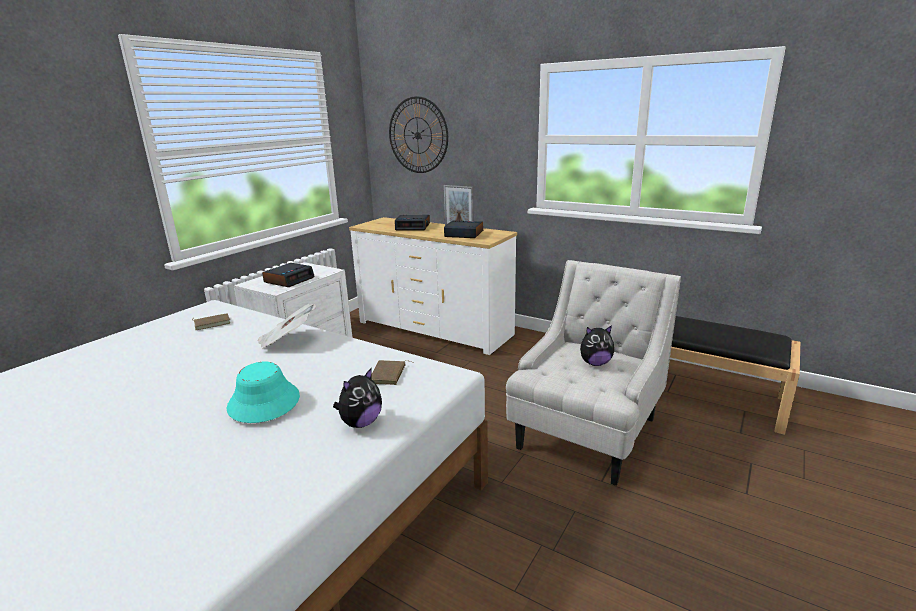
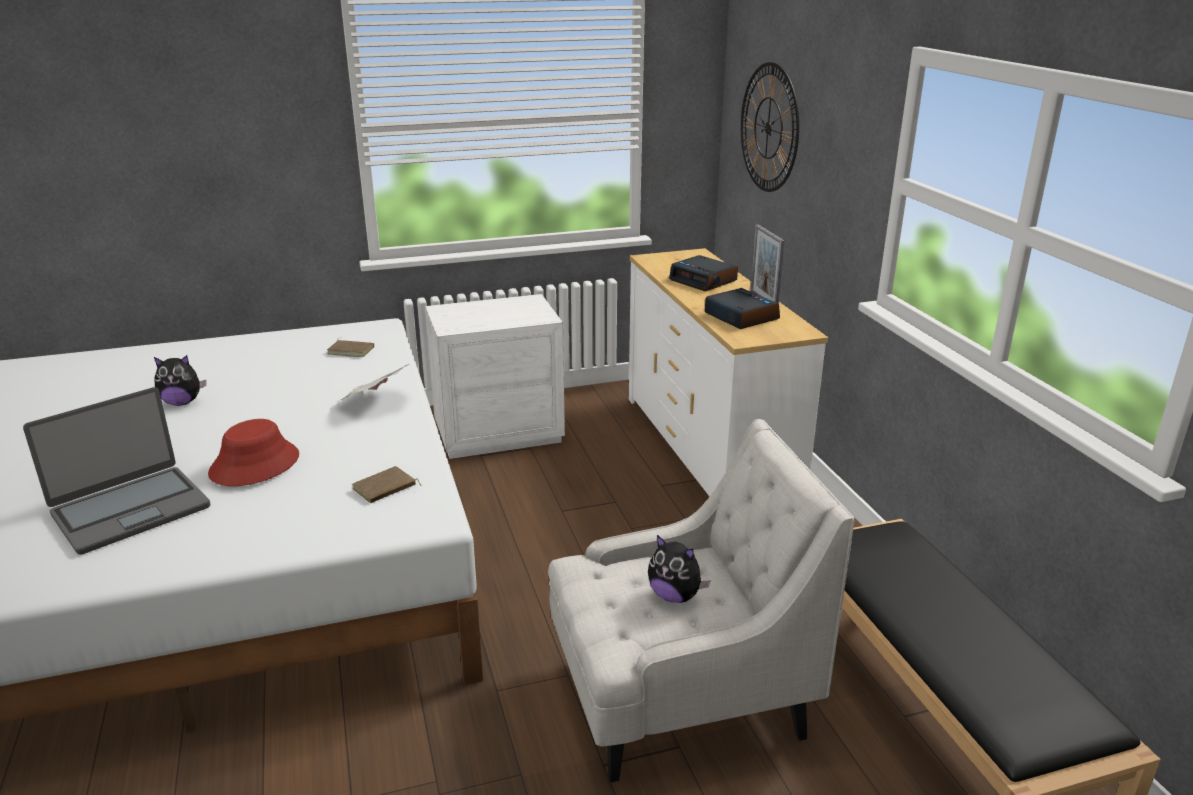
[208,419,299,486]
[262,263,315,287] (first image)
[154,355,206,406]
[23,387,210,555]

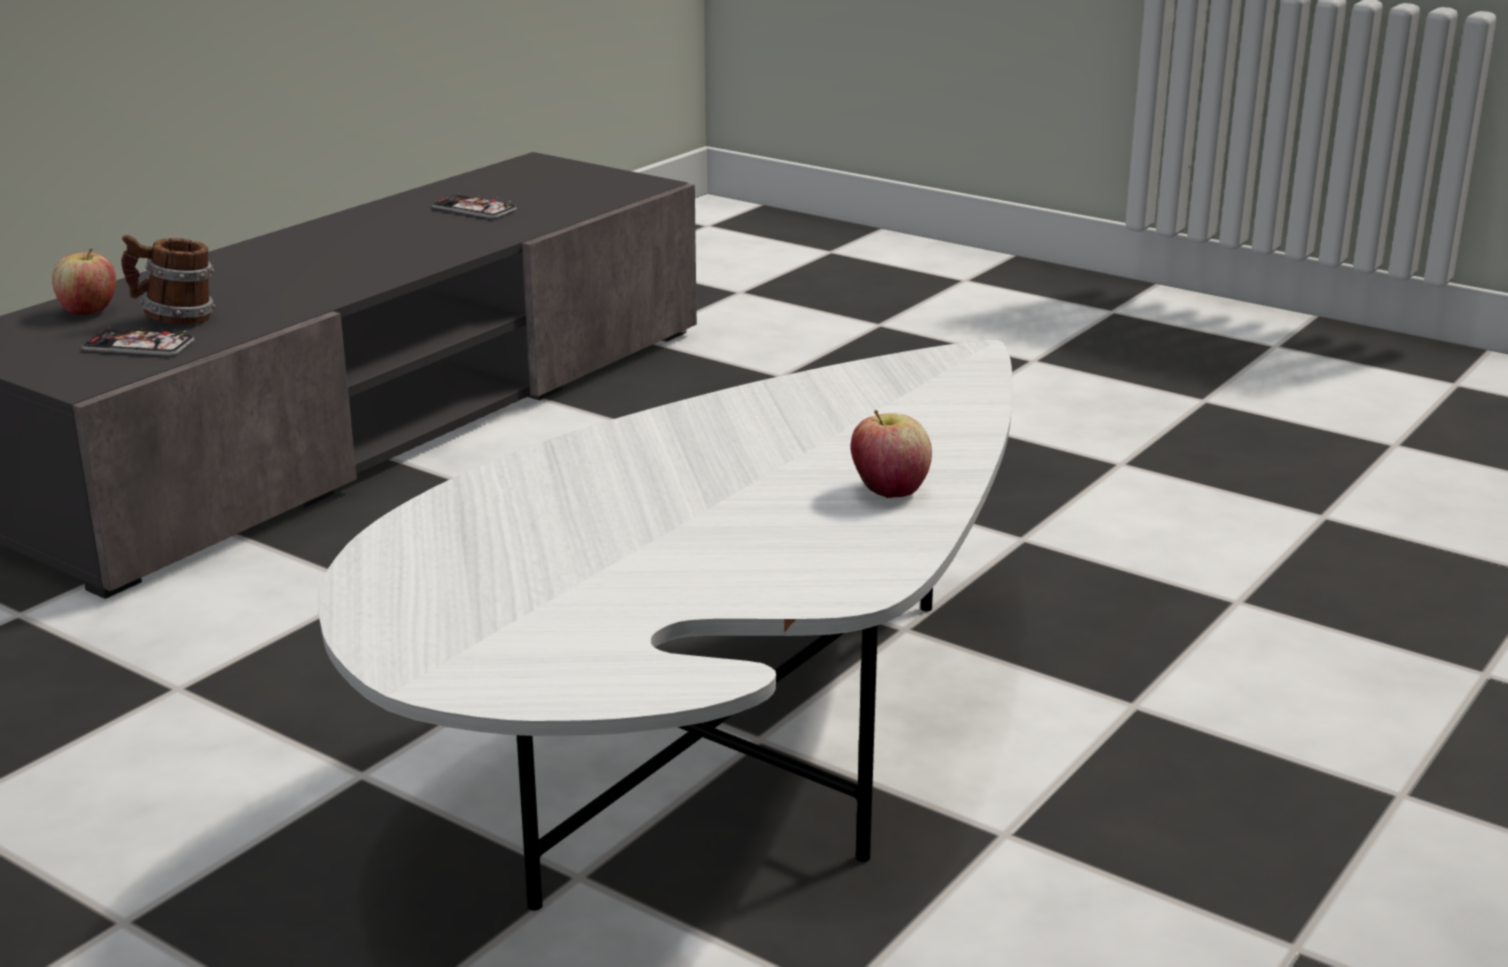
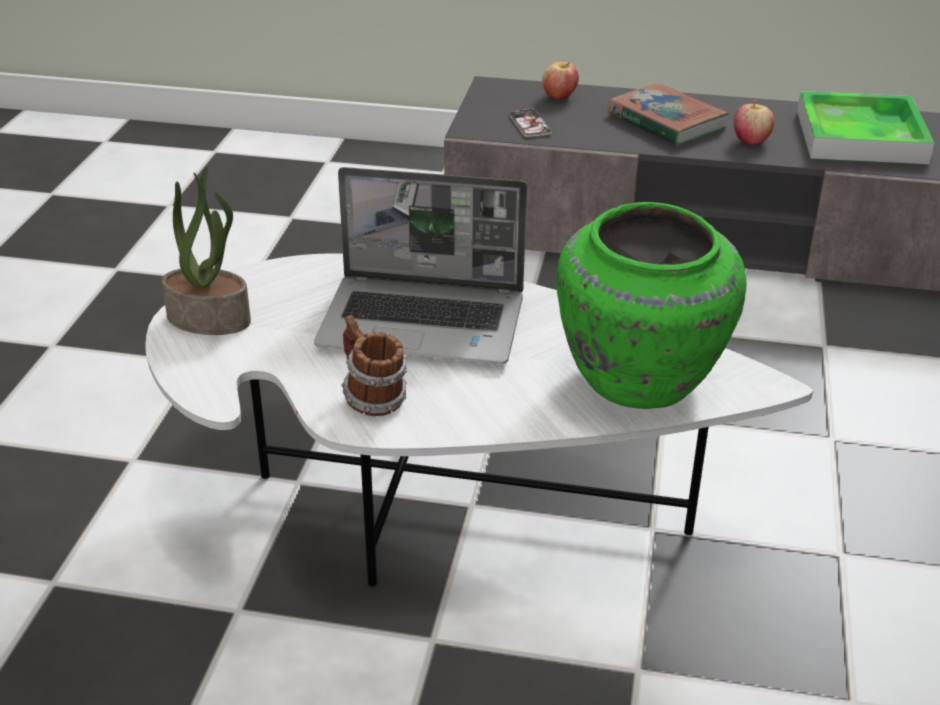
[341,315,407,416]
[797,91,934,164]
[734,100,774,145]
[161,165,251,335]
[314,167,527,364]
[556,202,747,409]
[607,83,729,146]

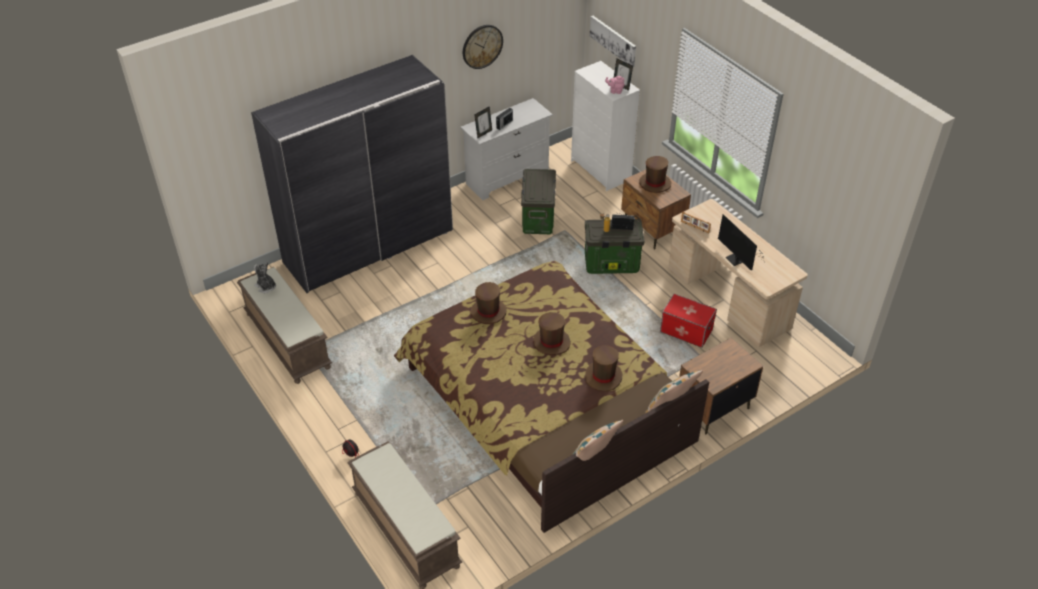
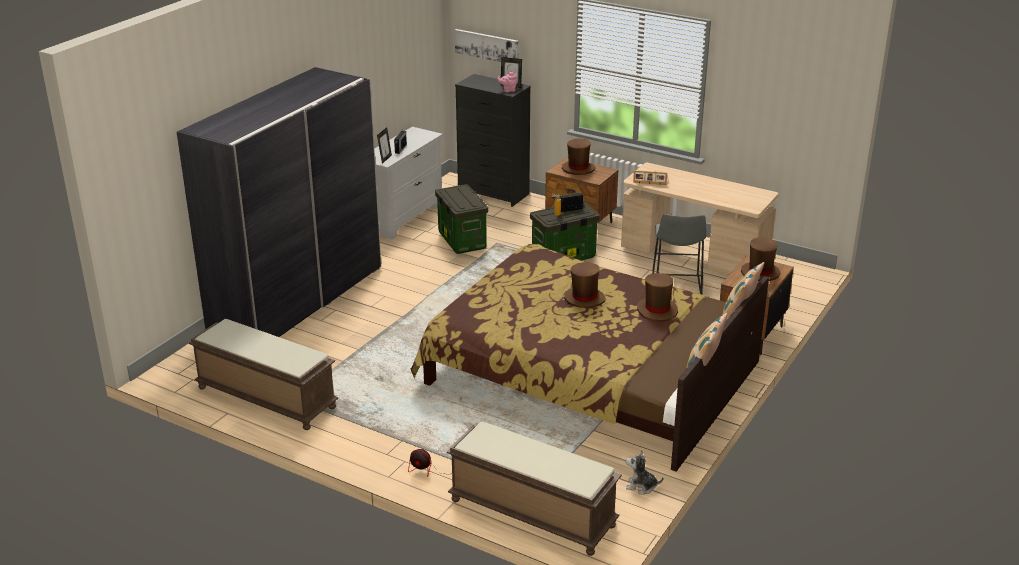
[626,451,663,494]
[463,25,503,69] (first image)
[741,237,780,281]
[455,74,531,207]
[652,214,706,294]
[718,214,767,270] (first image)

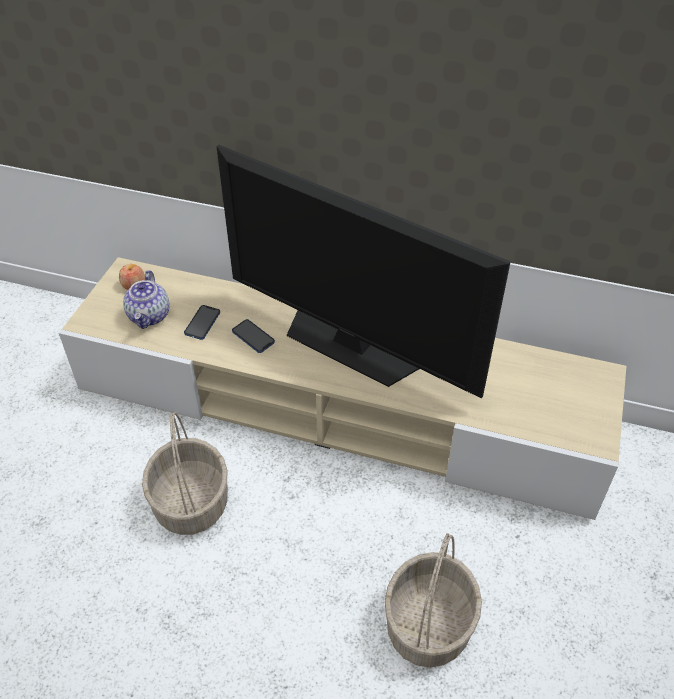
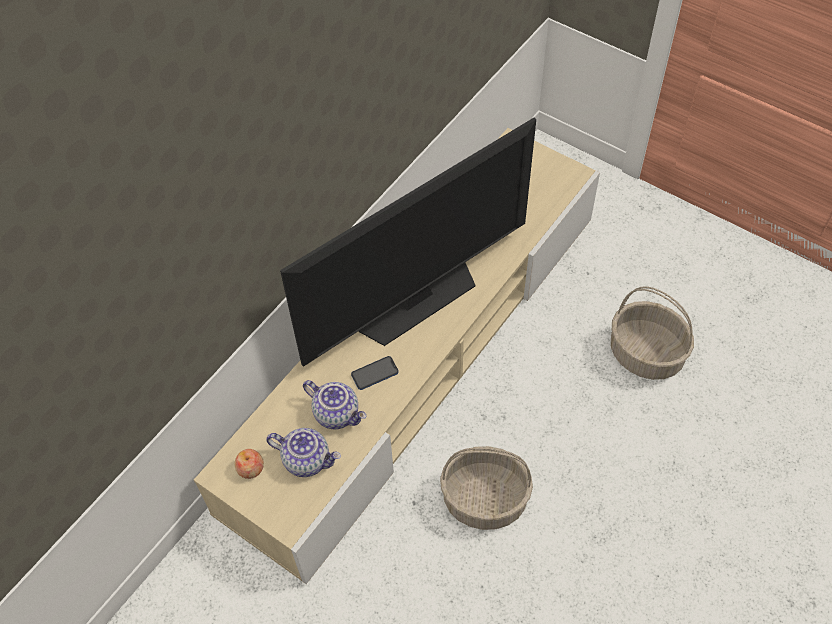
[303,380,366,429]

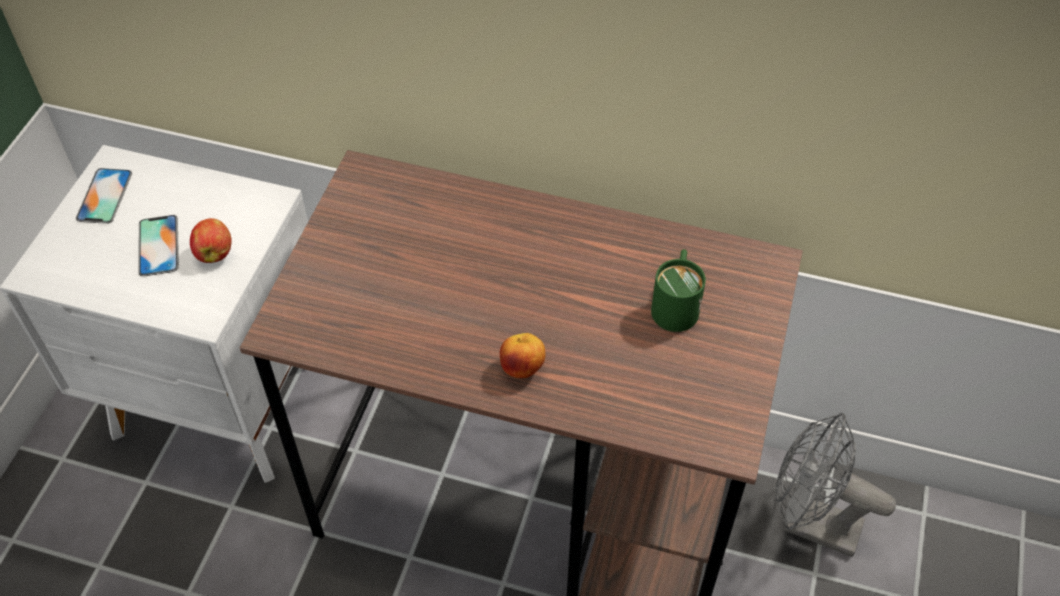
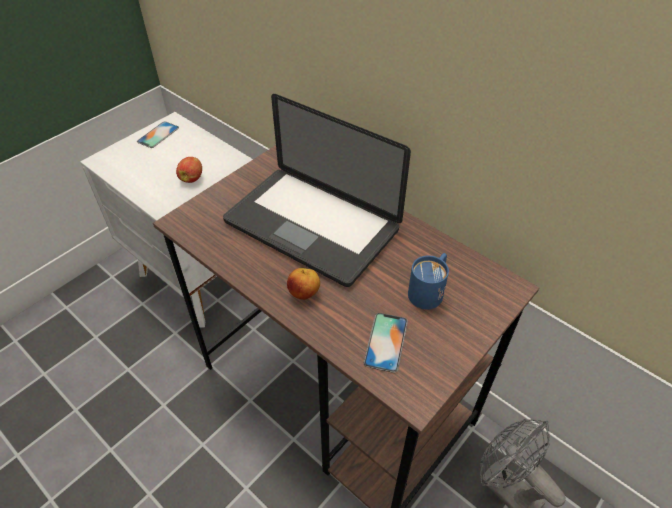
[364,313,408,373]
[408,253,449,309]
[223,94,411,287]

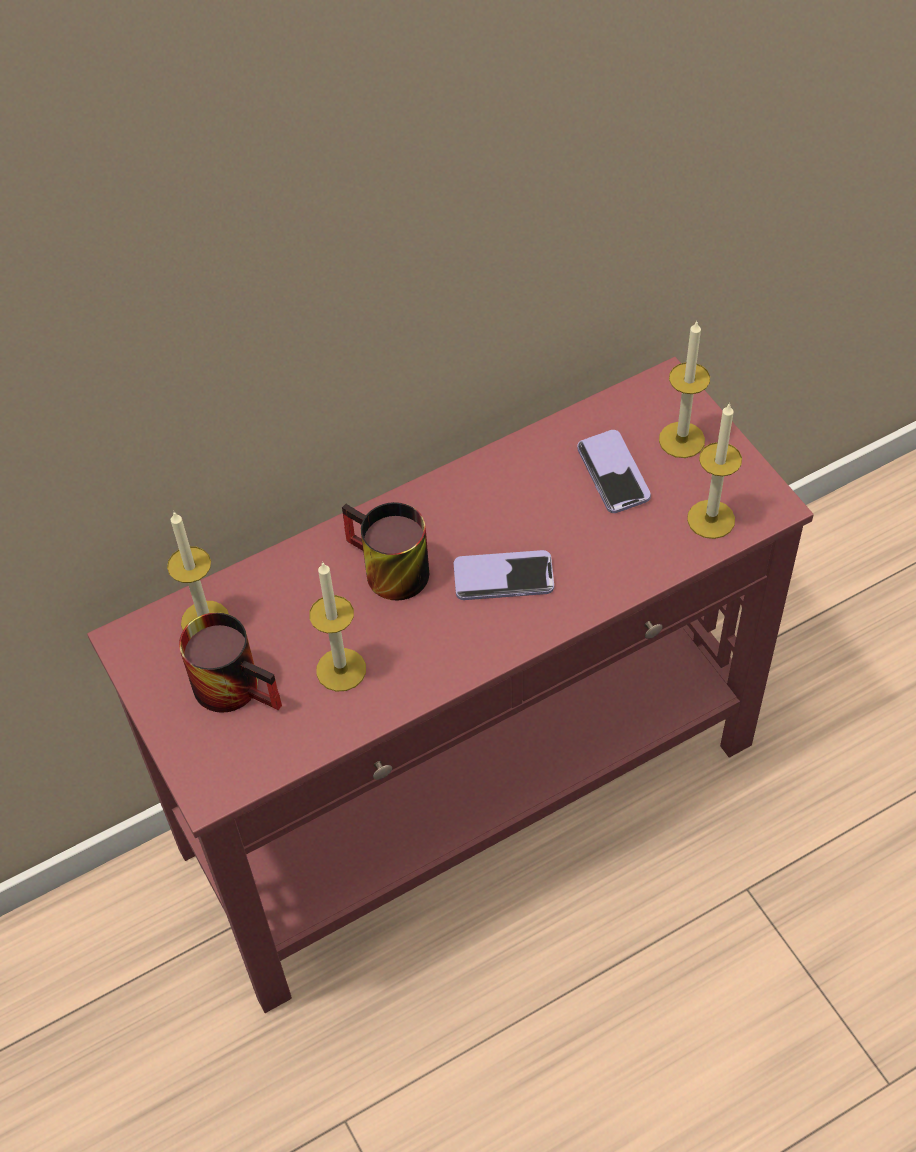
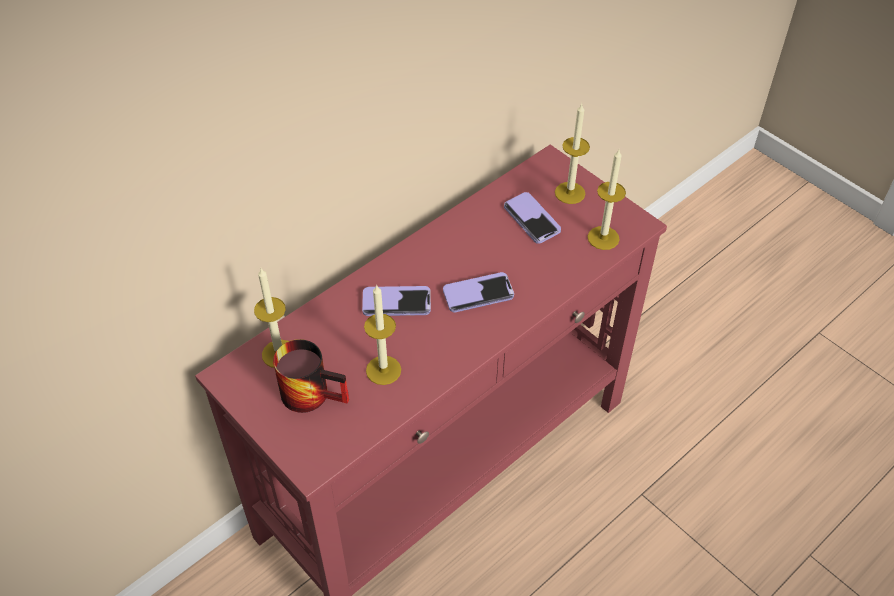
[362,286,431,316]

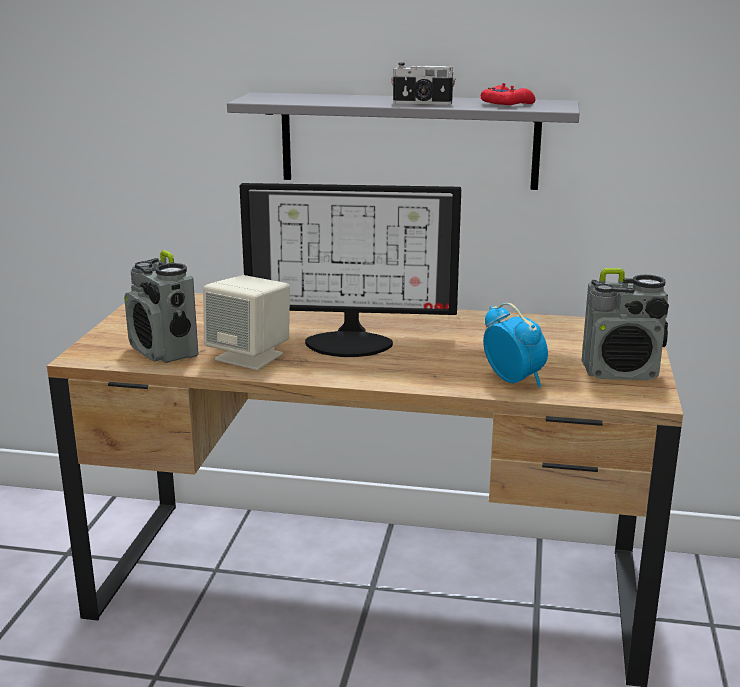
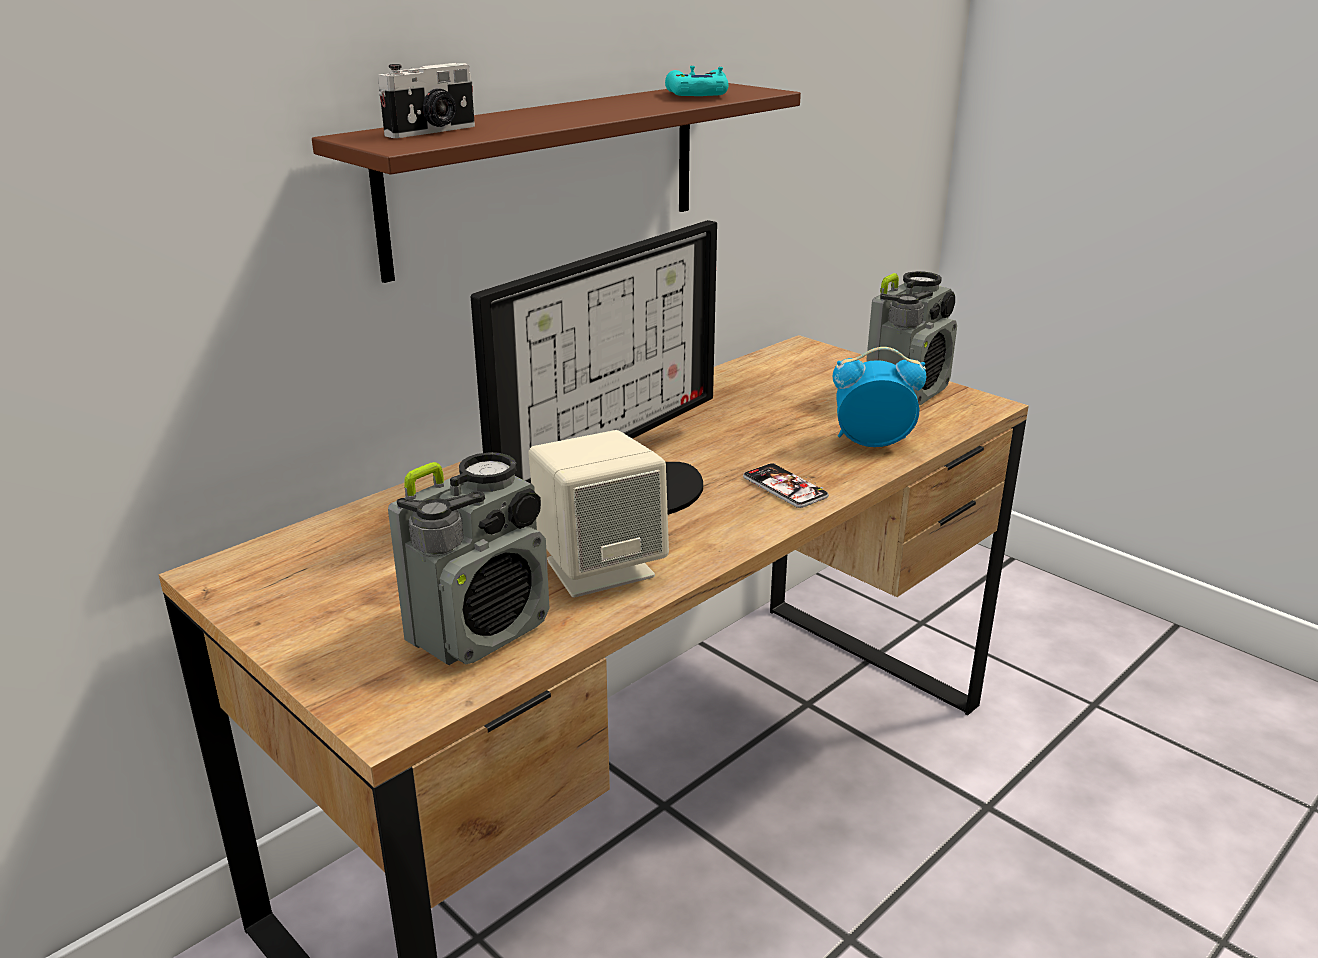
[388,452,549,665]
[312,83,801,283]
[378,63,475,138]
[665,66,728,96]
[743,463,829,508]

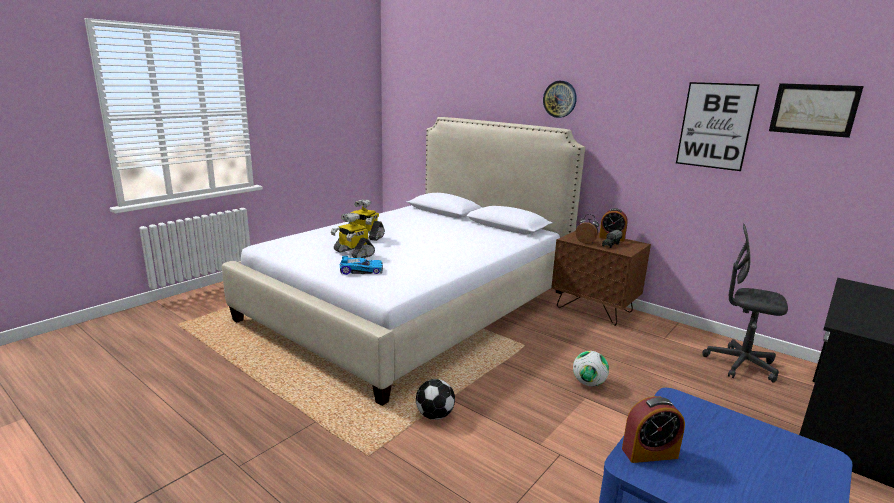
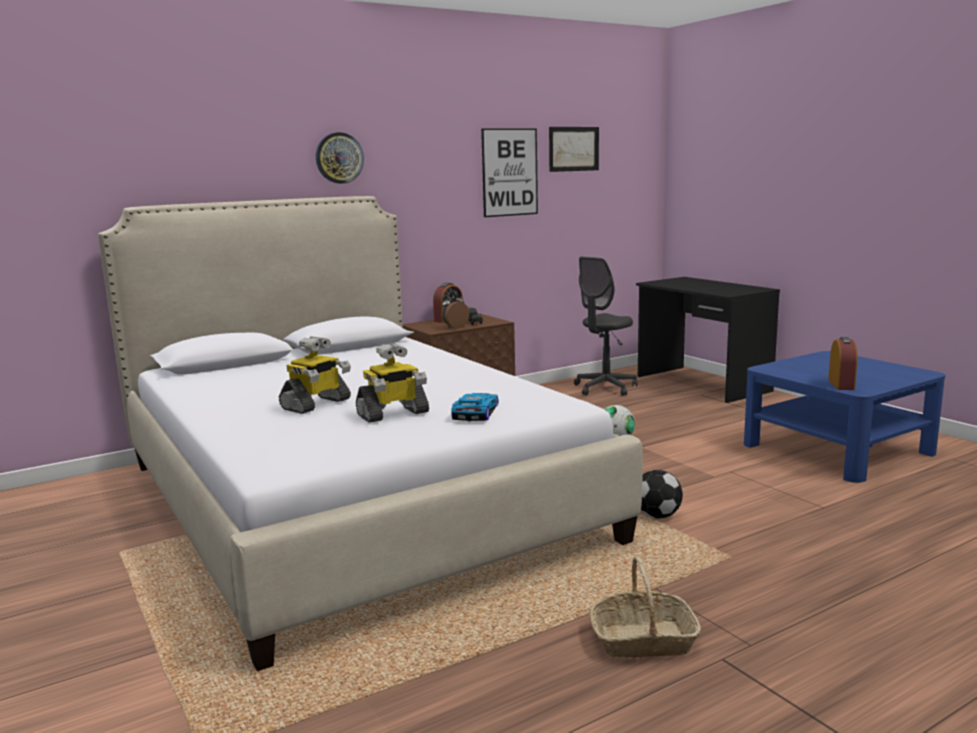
[589,556,701,658]

